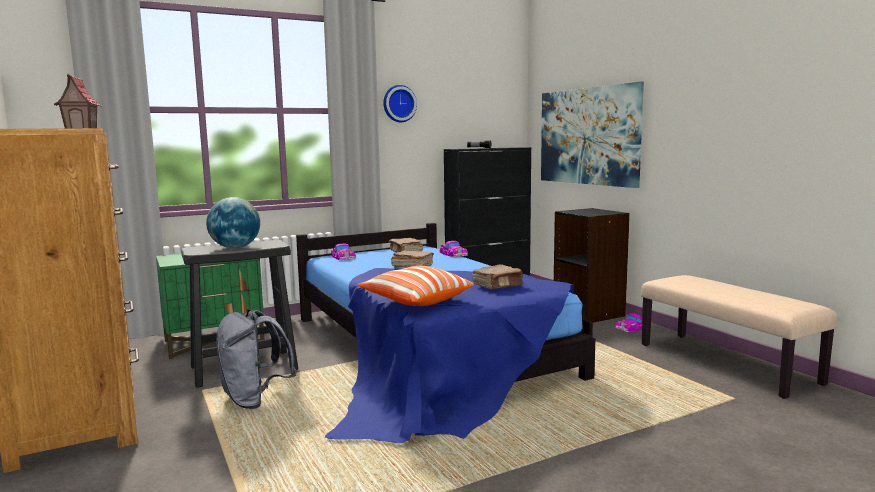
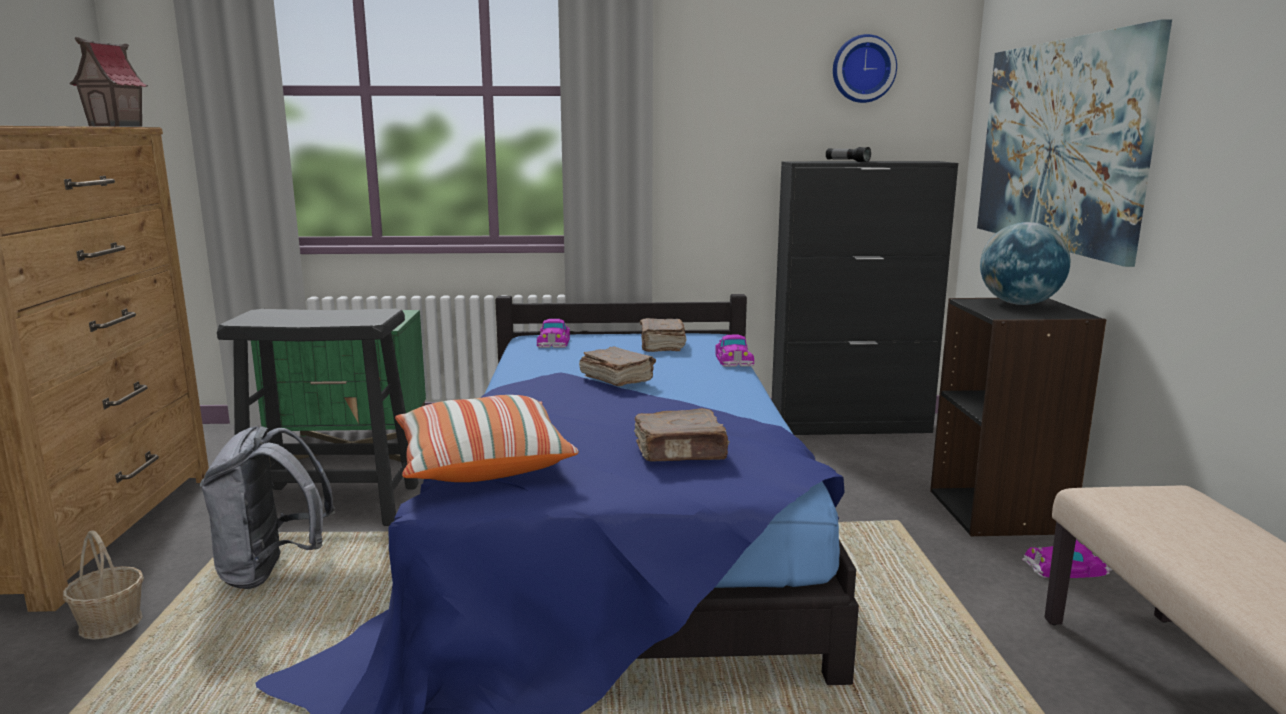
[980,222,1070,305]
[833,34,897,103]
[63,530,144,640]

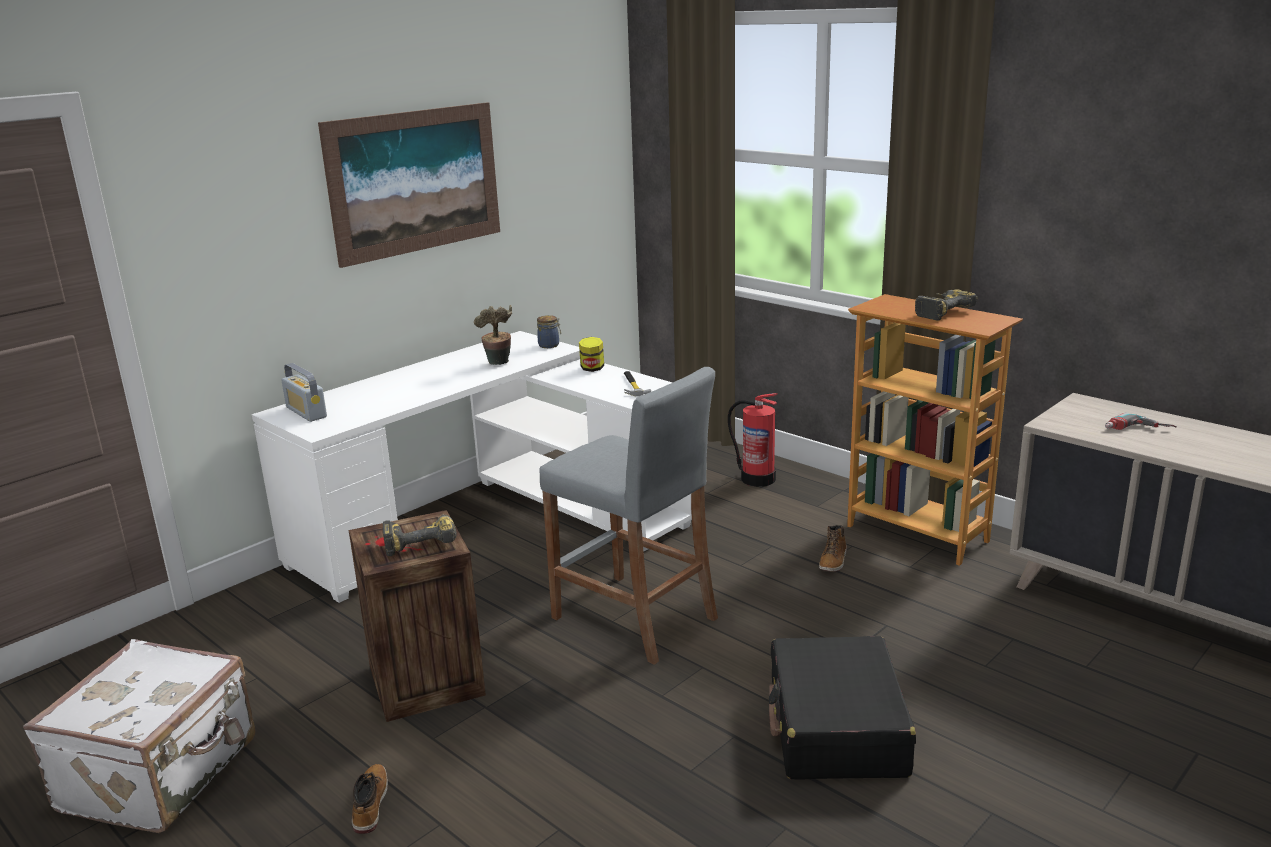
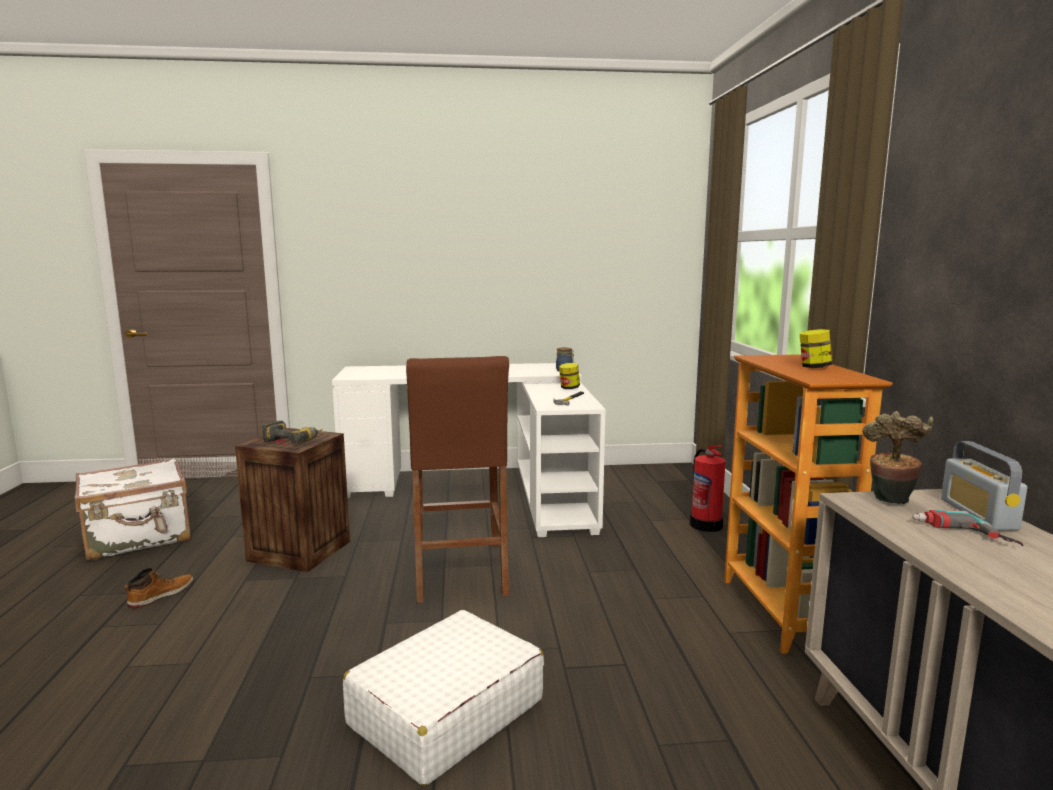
[941,441,1028,531]
[318,102,500,268] (first image)
[862,411,934,504]
[406,356,509,603]
[343,610,544,786]
[819,525,847,572] (first image)
[800,329,832,368]

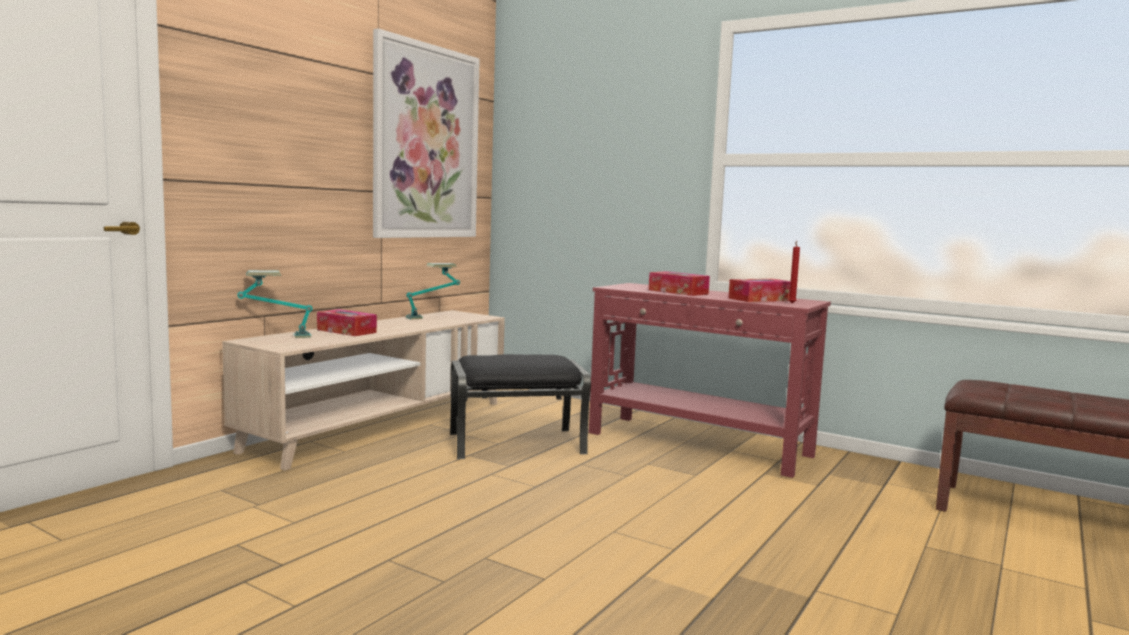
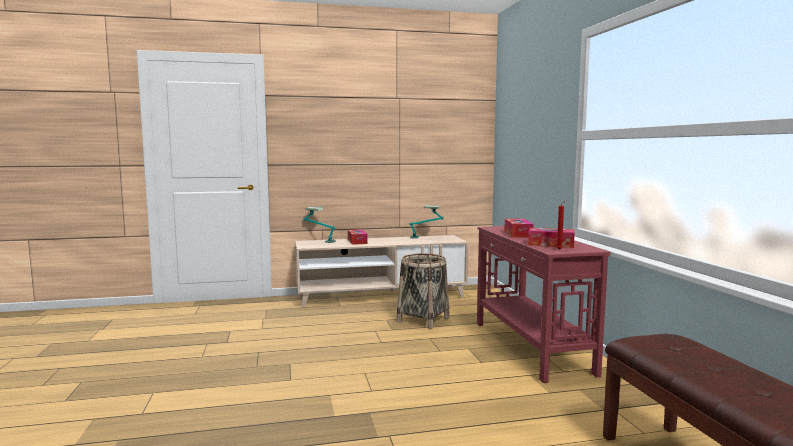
[373,28,480,238] (first image)
[396,253,449,329]

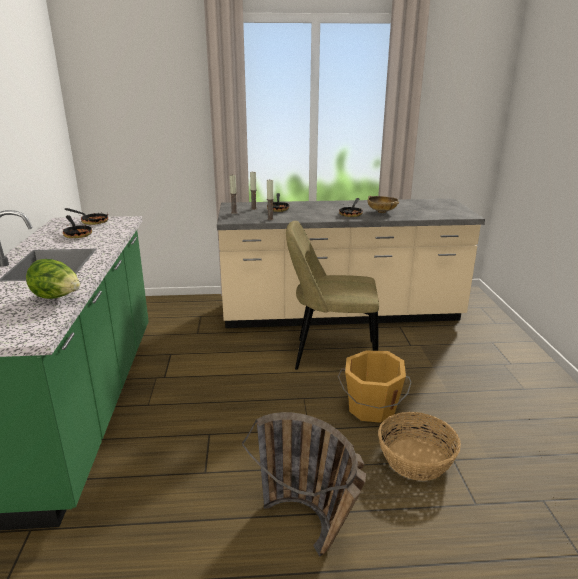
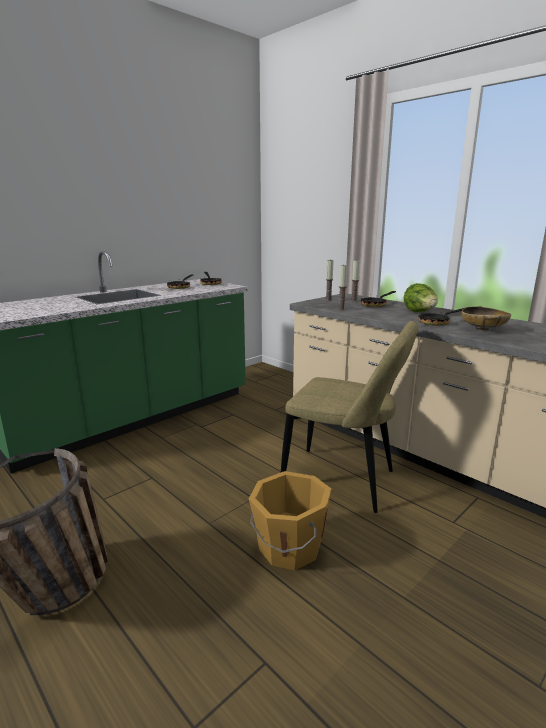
[404,283,438,312]
[281,321,419,513]
[378,412,461,481] (first image)

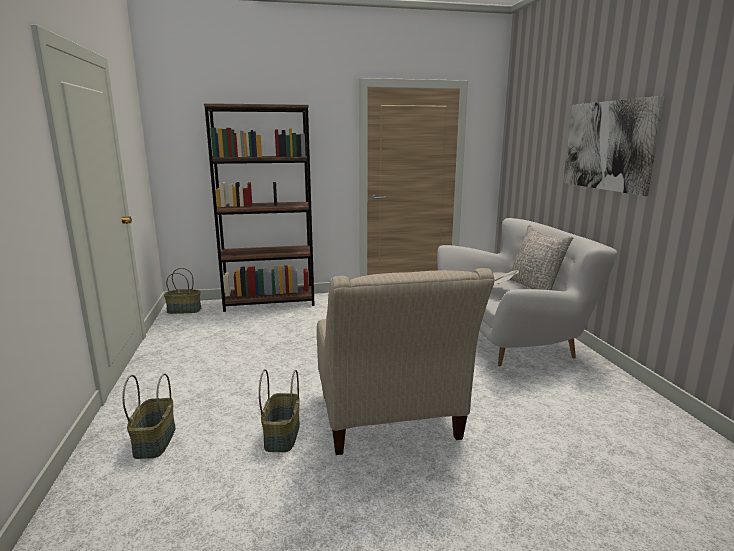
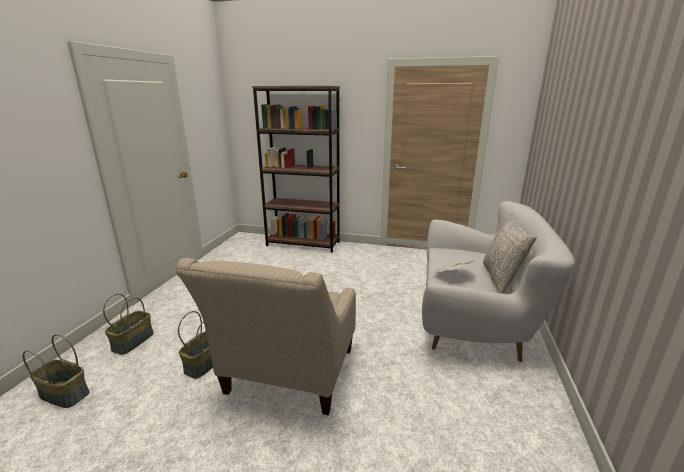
[23,334,89,408]
[563,96,664,196] (first image)

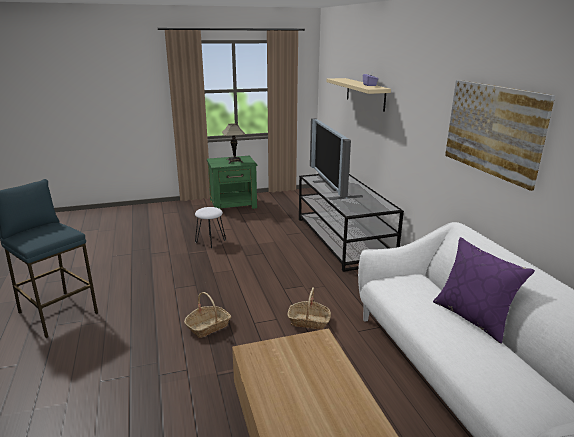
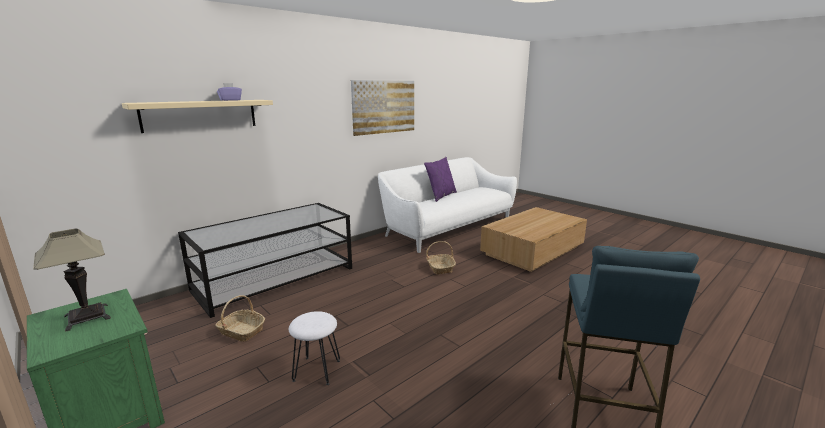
[215,295,265,342]
[310,118,363,200] (first image)

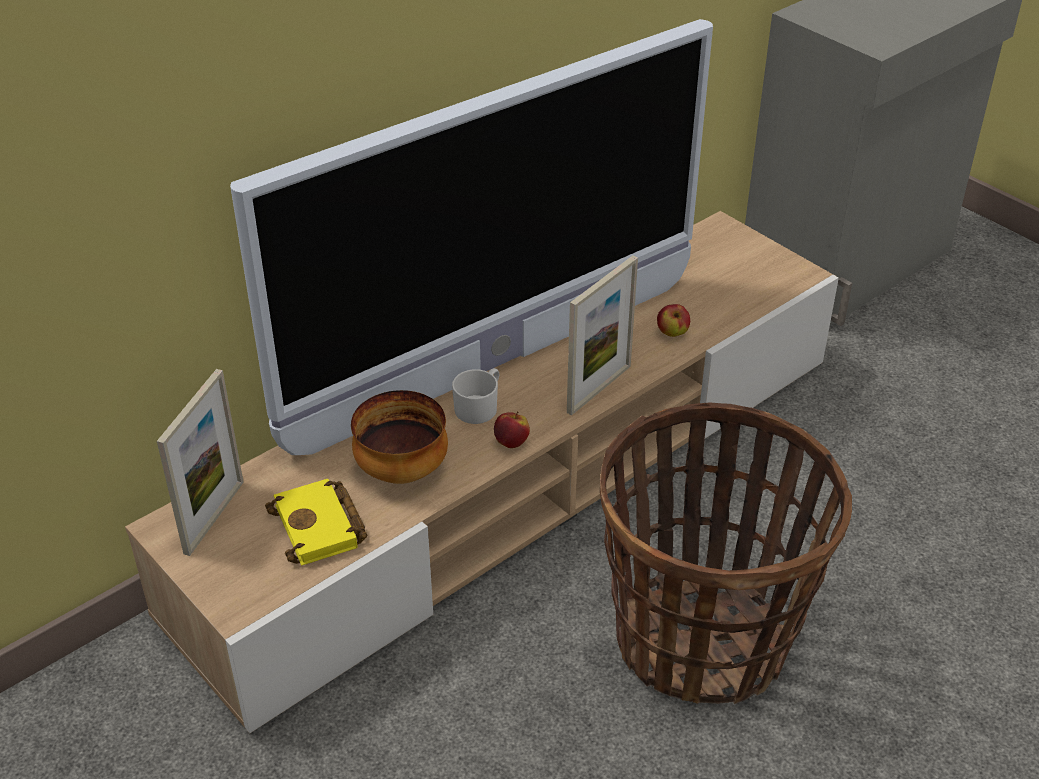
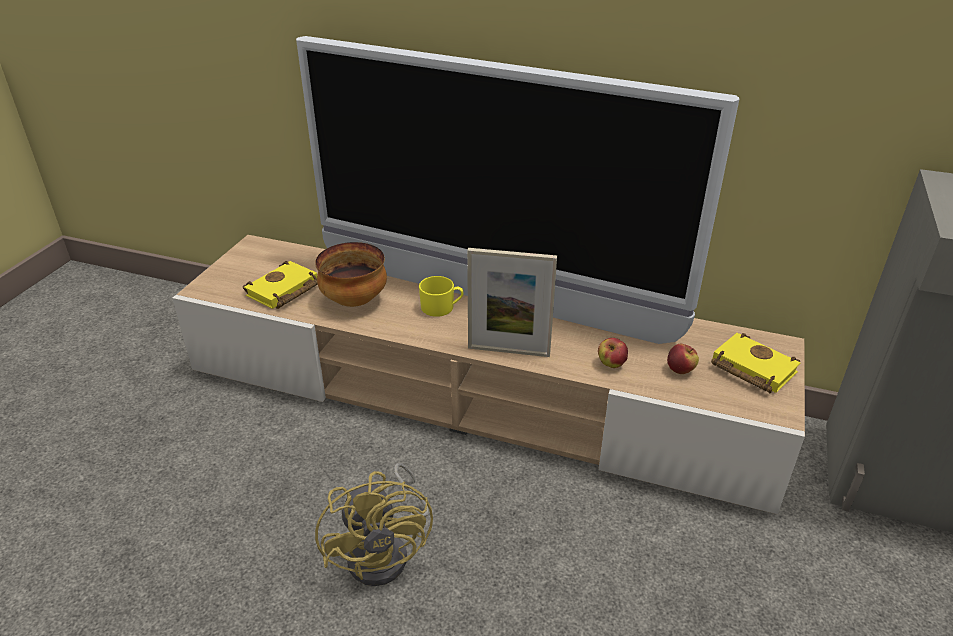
[157,369,244,556] (first image)
[419,276,464,317]
[667,344,699,374]
[315,463,433,586]
[711,333,801,393]

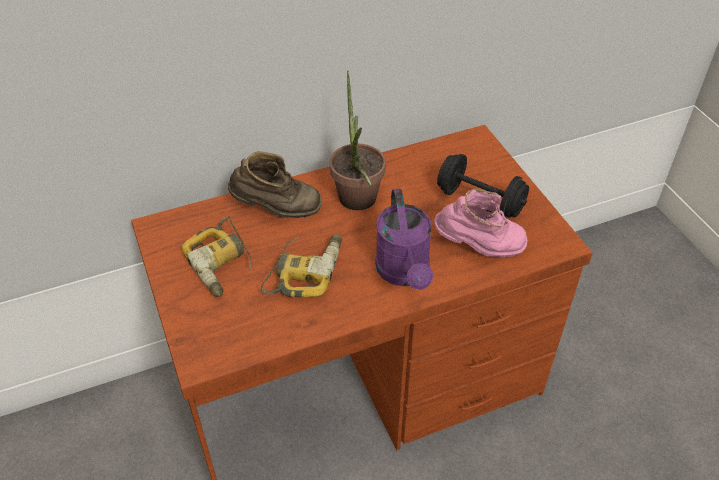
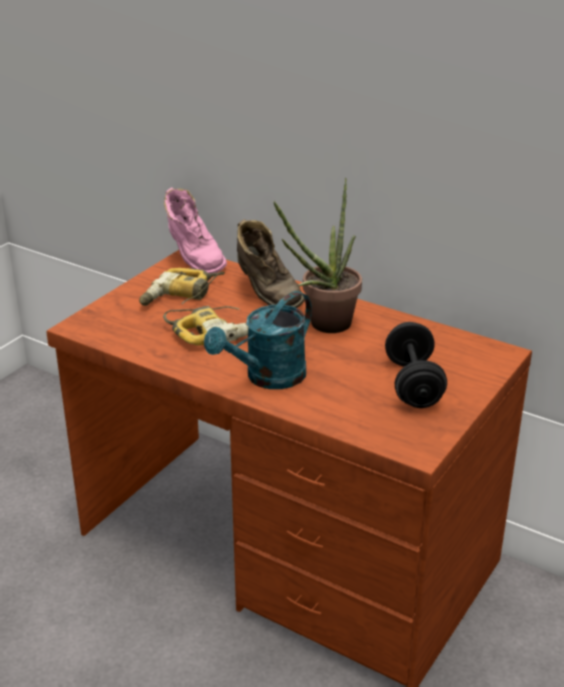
[204,291,312,389]
[164,187,227,273]

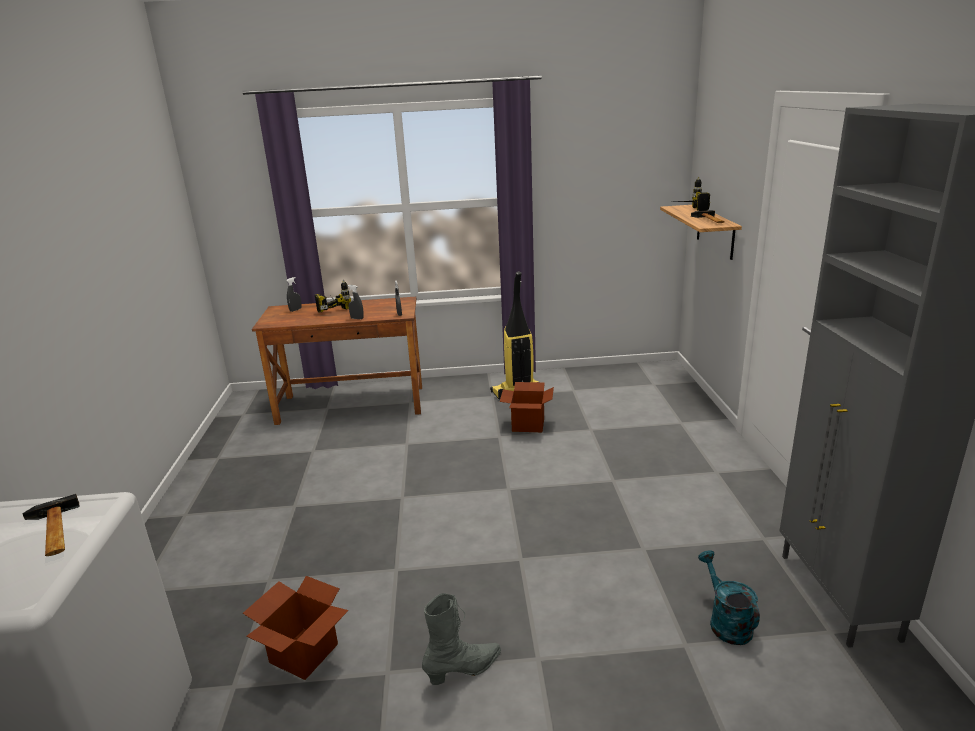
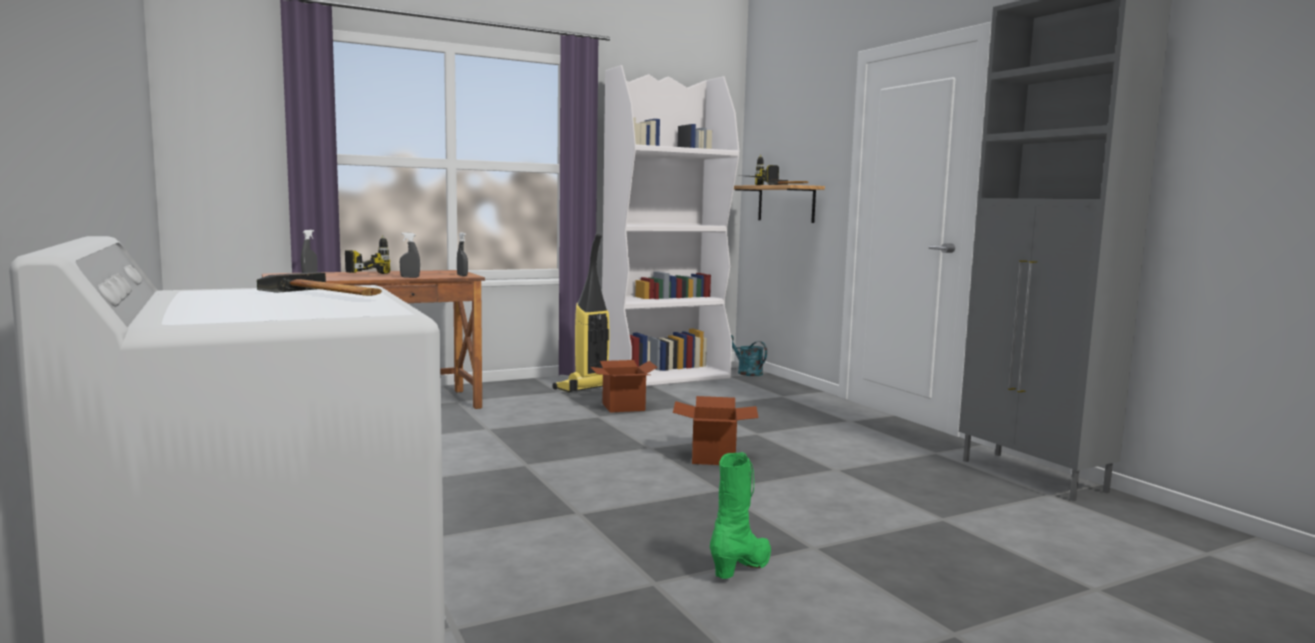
[673,396,758,465]
[710,452,771,579]
[731,335,767,376]
[602,65,739,387]

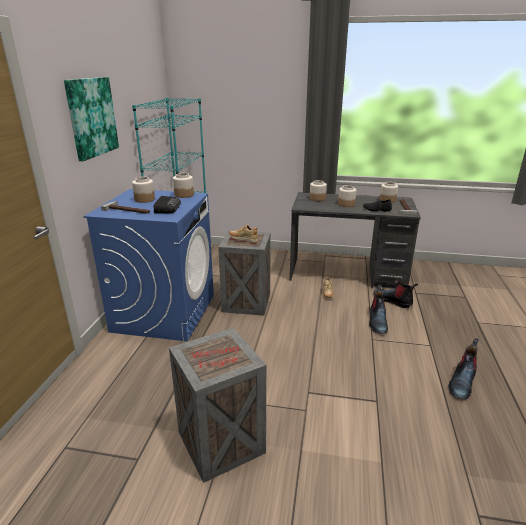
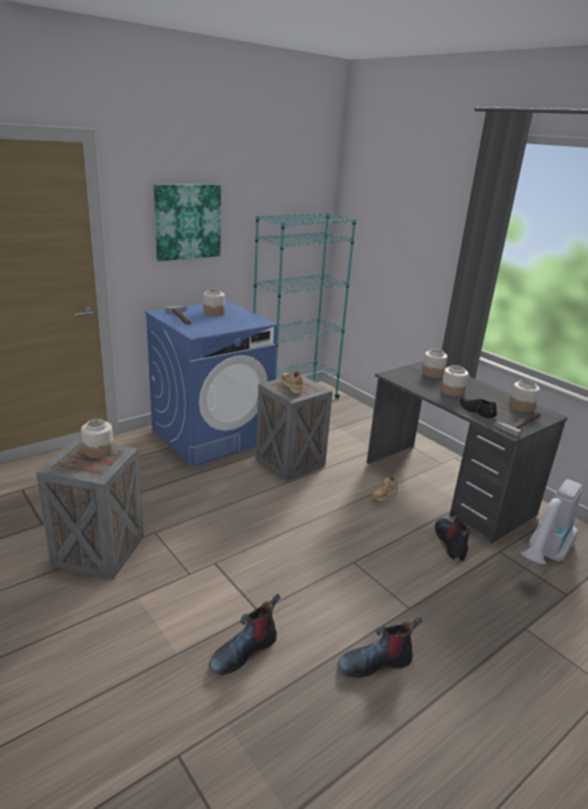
[154,196,181,213] (first image)
[81,419,114,458]
[209,594,280,675]
[521,479,582,564]

